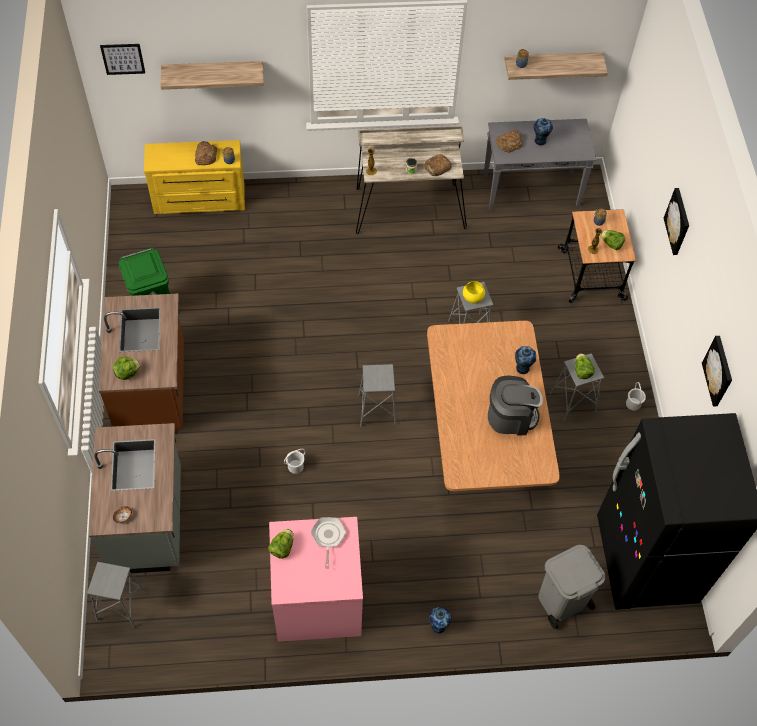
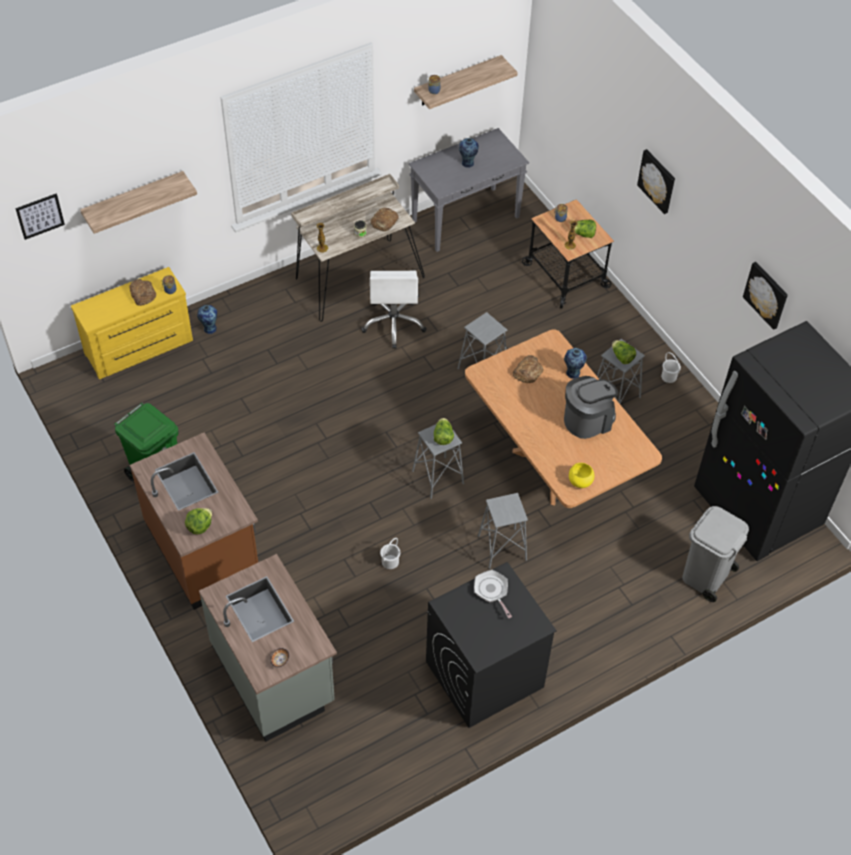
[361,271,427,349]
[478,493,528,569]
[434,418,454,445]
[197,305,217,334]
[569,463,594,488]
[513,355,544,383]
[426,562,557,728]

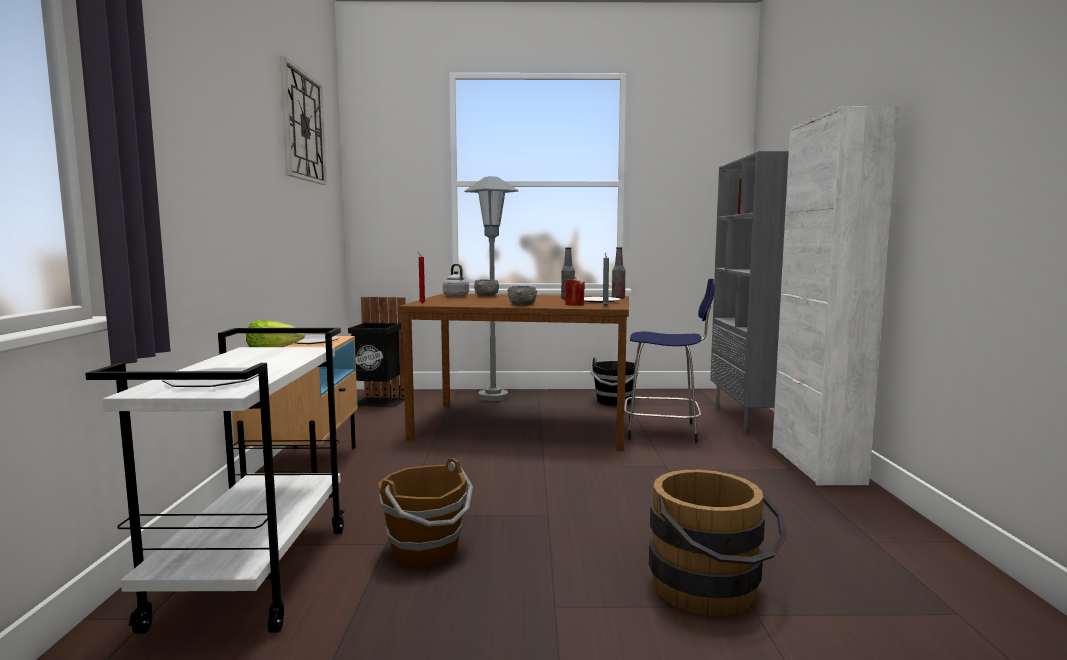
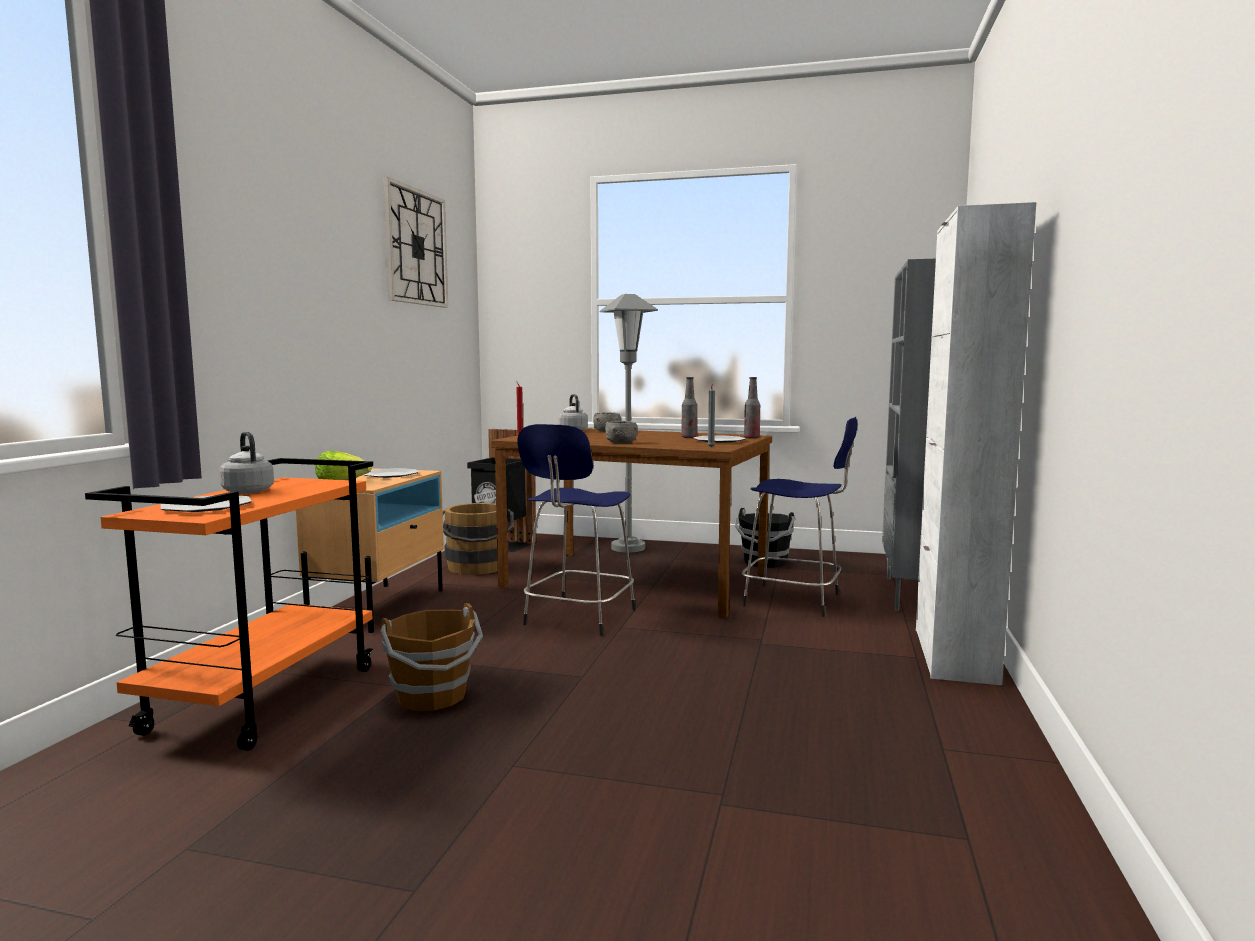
[565,277,585,306] (first image)
[220,432,274,494]
[517,424,636,636]
[443,503,514,575]
[85,458,373,751]

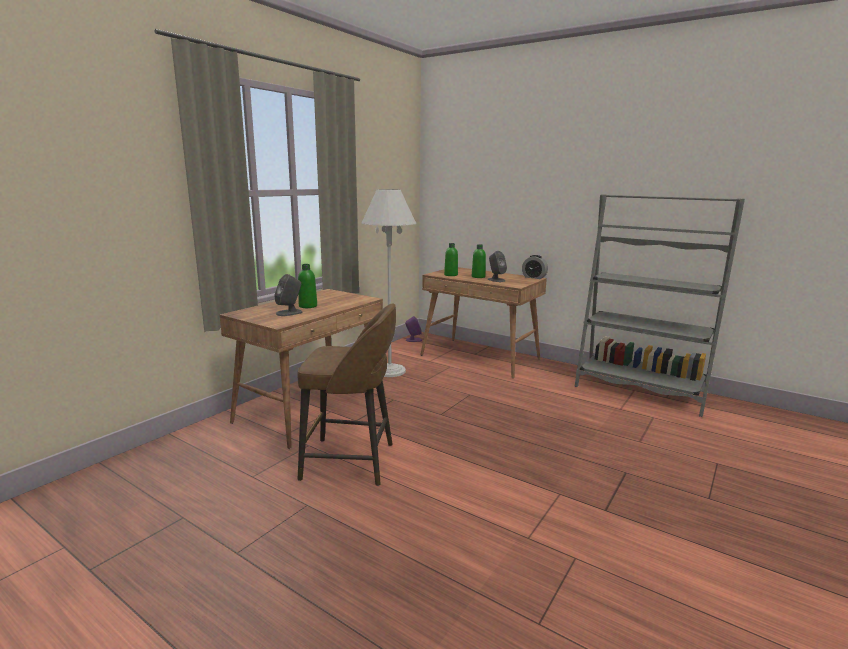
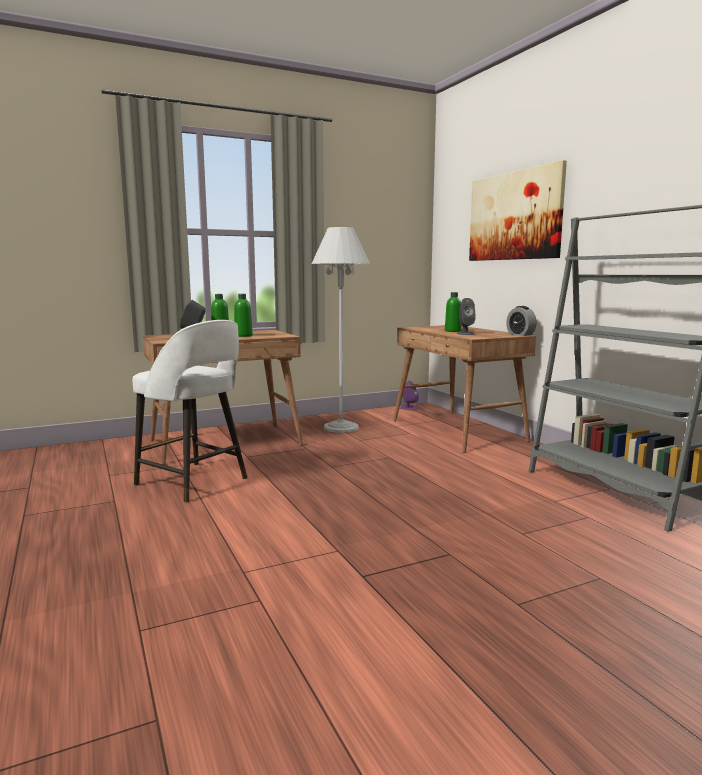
[469,160,567,261]
[234,294,253,337]
[133,320,247,503]

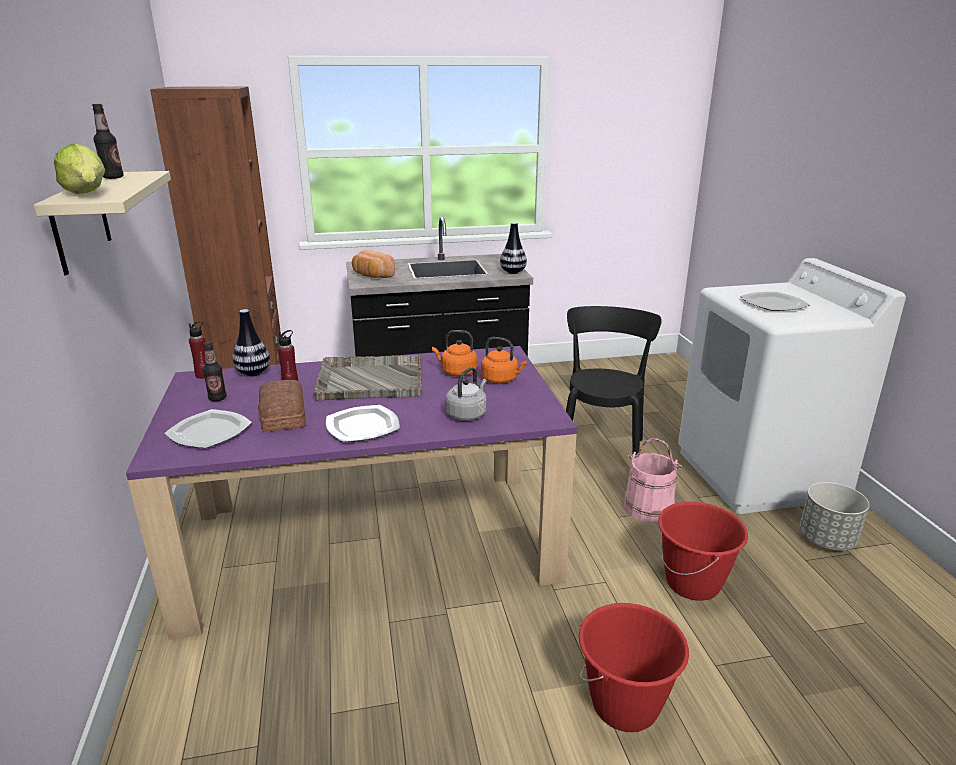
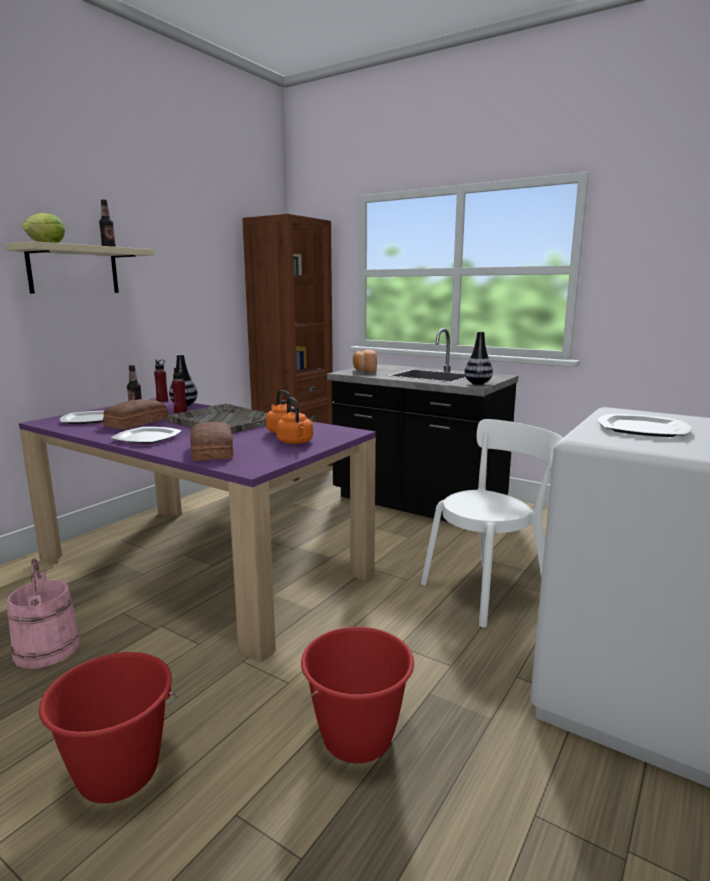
[799,482,869,551] (first image)
[7,558,80,669]
[190,422,234,461]
[421,419,563,628]

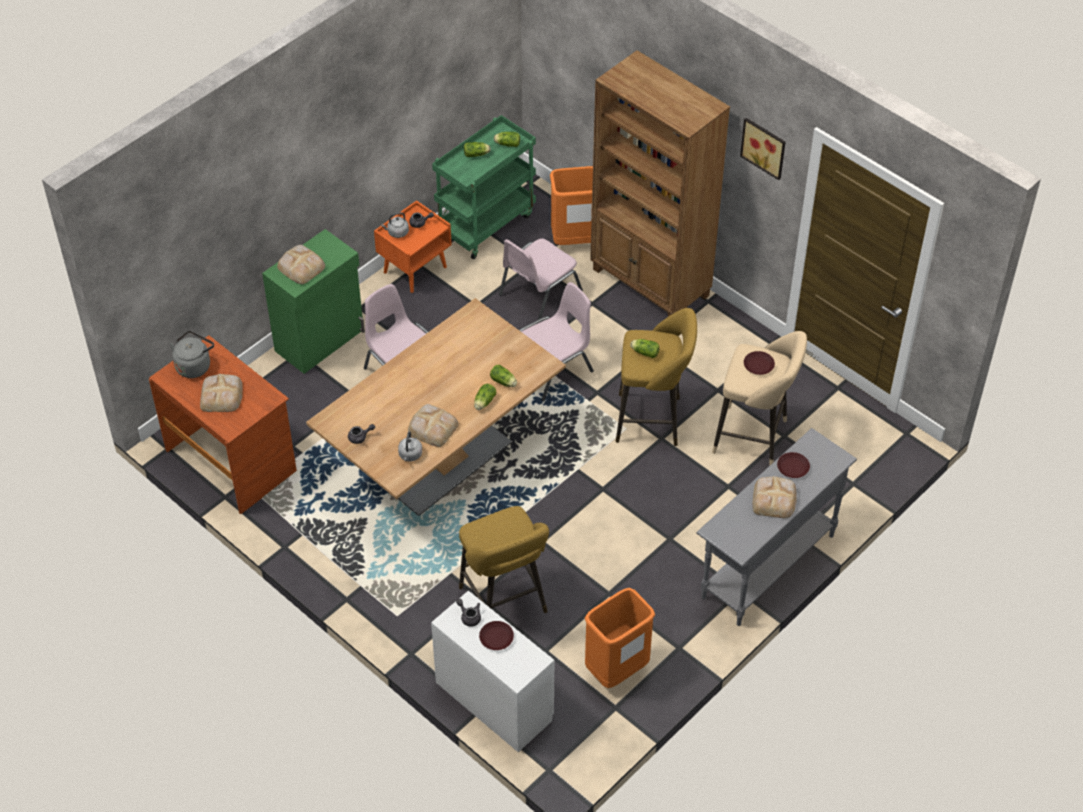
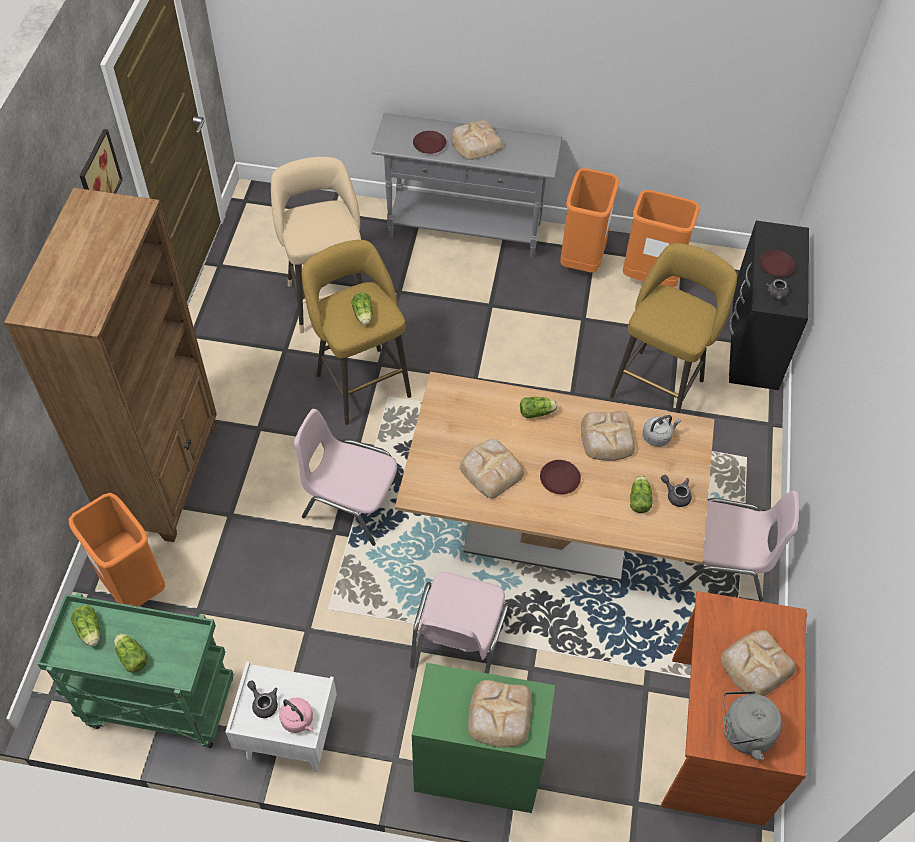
[460,439,524,499]
[560,168,619,272]
[630,476,653,513]
[678,490,799,601]
[540,460,581,495]
[225,662,337,772]
[279,698,313,733]
[729,221,809,390]

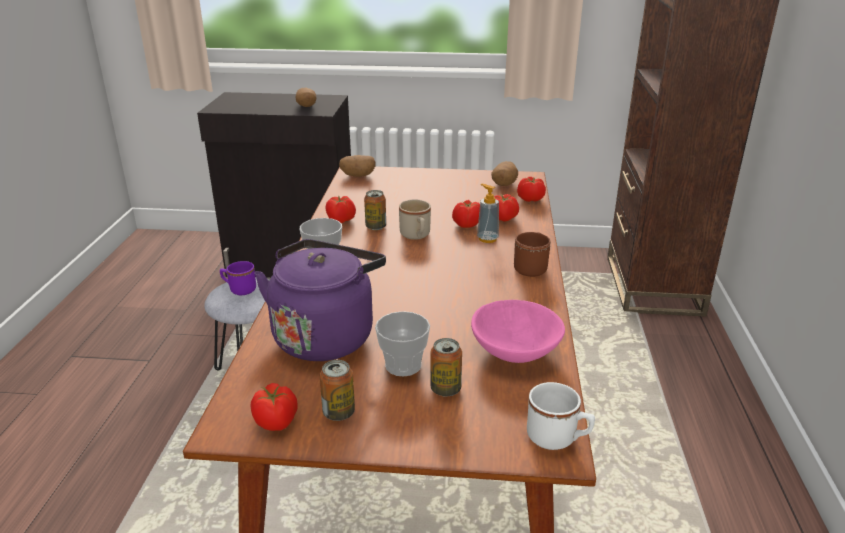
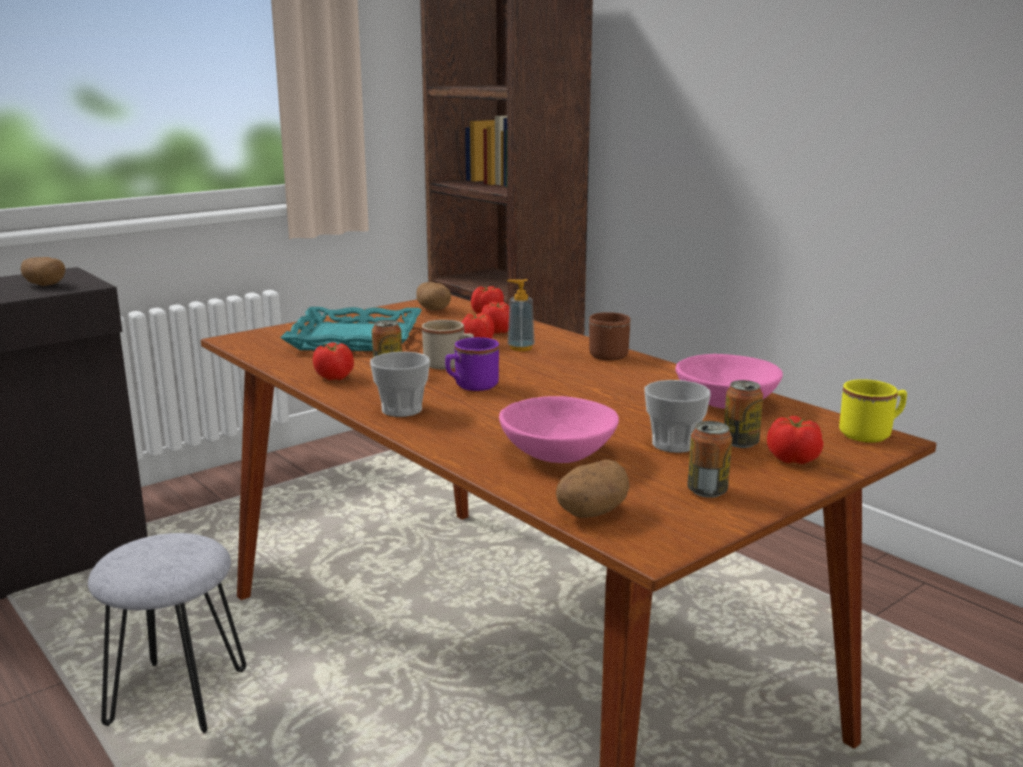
[280,307,422,351]
[445,337,499,391]
[767,416,824,464]
[556,460,629,518]
[499,396,619,463]
[839,379,907,443]

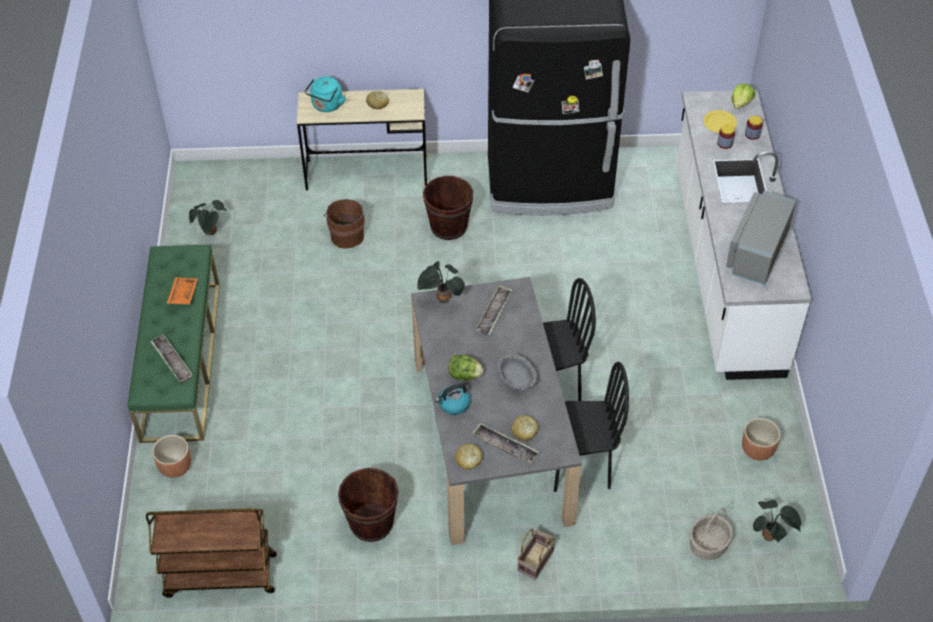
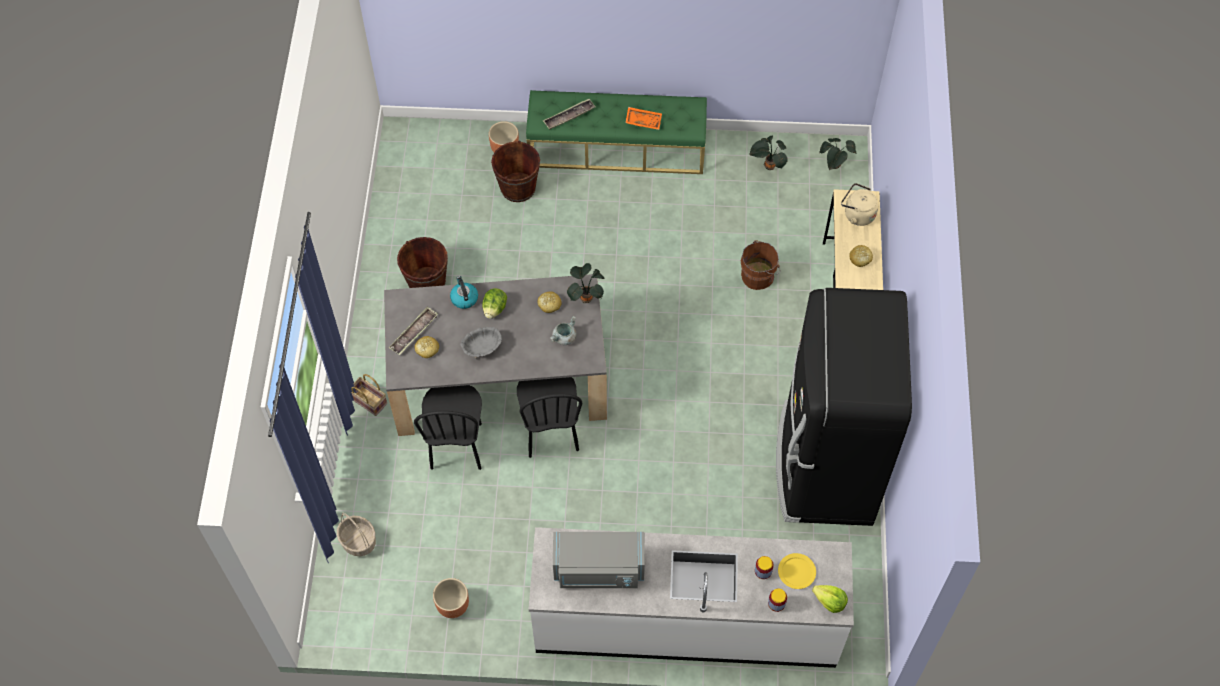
[146,508,277,598] (first image)
[491,140,540,202]
[537,292,562,313]
[819,138,856,171]
[550,316,576,345]
[841,183,879,226]
[553,532,645,588]

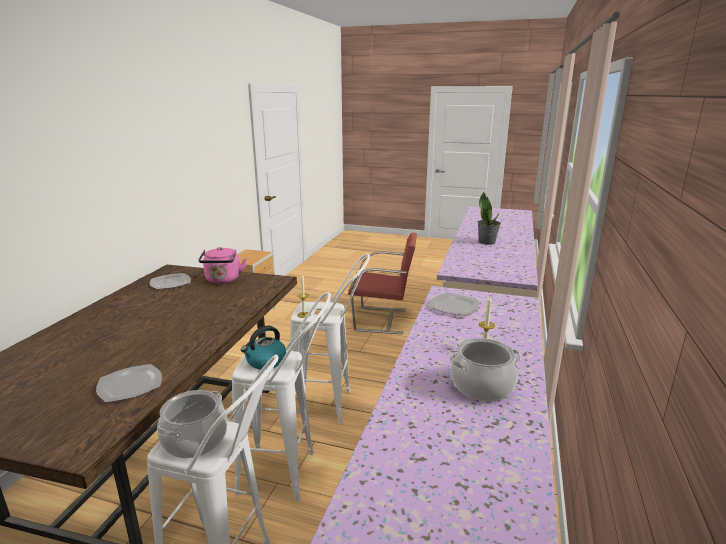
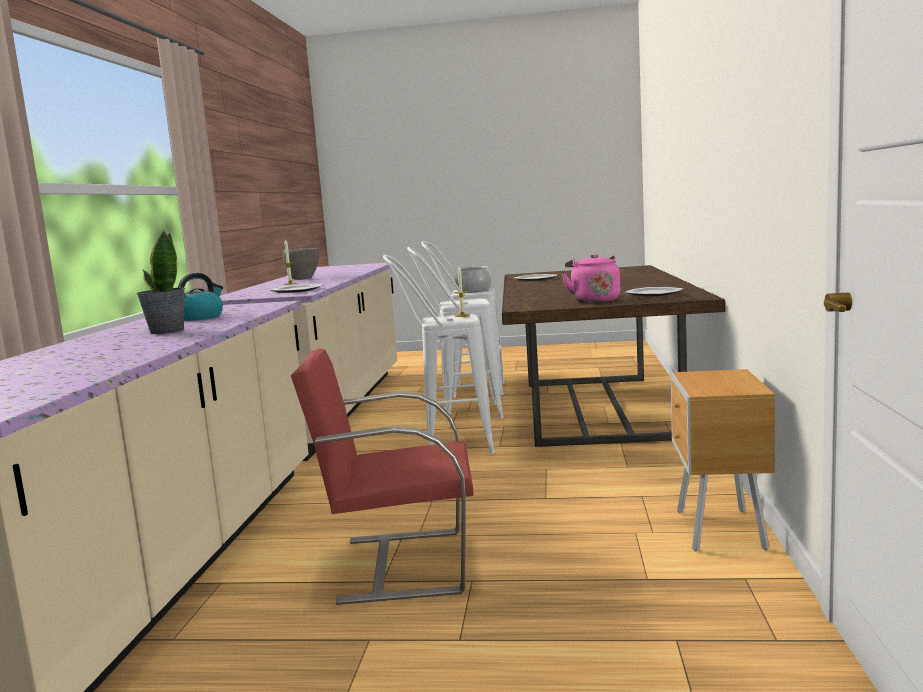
[178,273,223,321]
[283,248,319,280]

